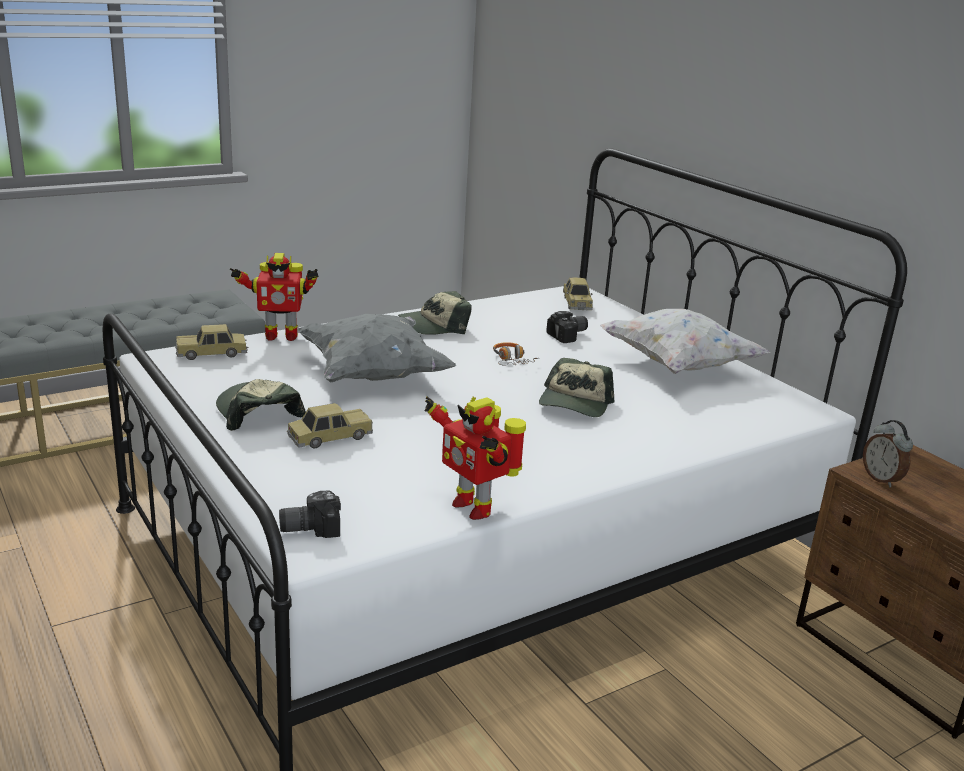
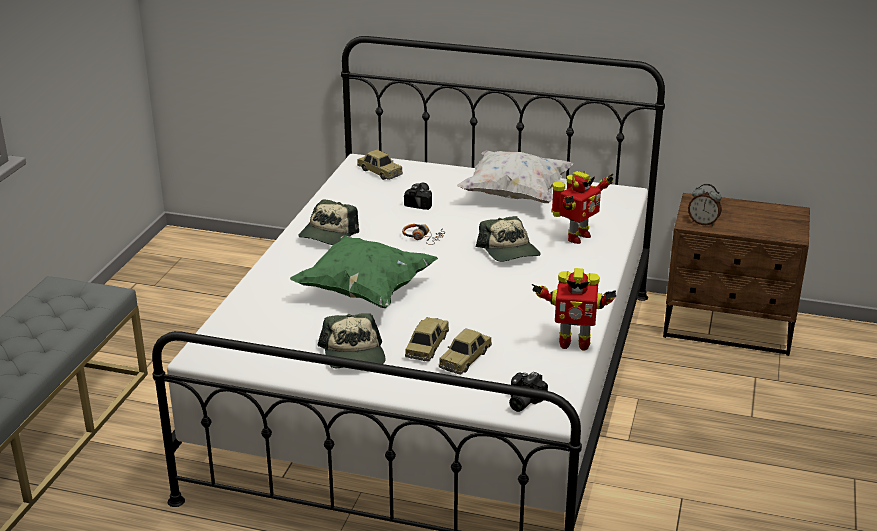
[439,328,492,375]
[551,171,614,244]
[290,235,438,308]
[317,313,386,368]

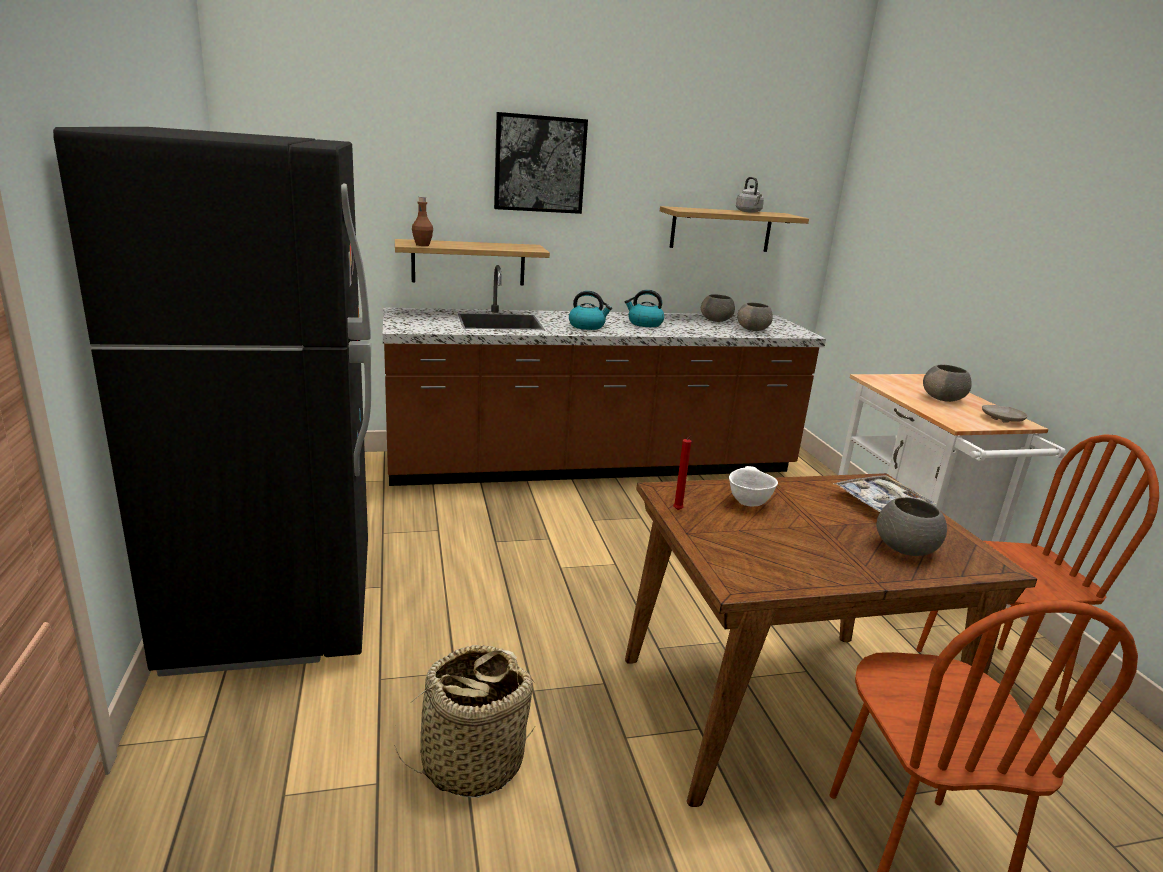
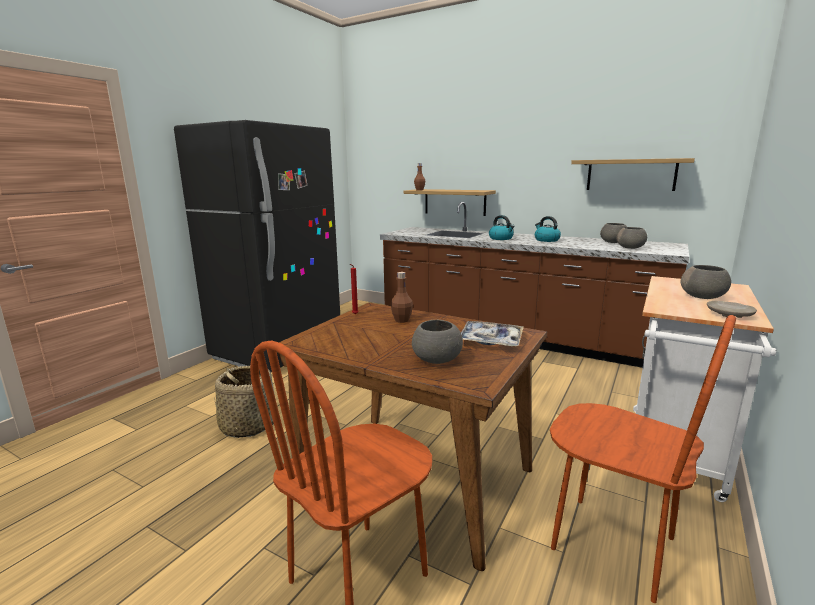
[494,112,588,214] (first image)
[736,177,764,213] (first image)
[390,272,413,323]

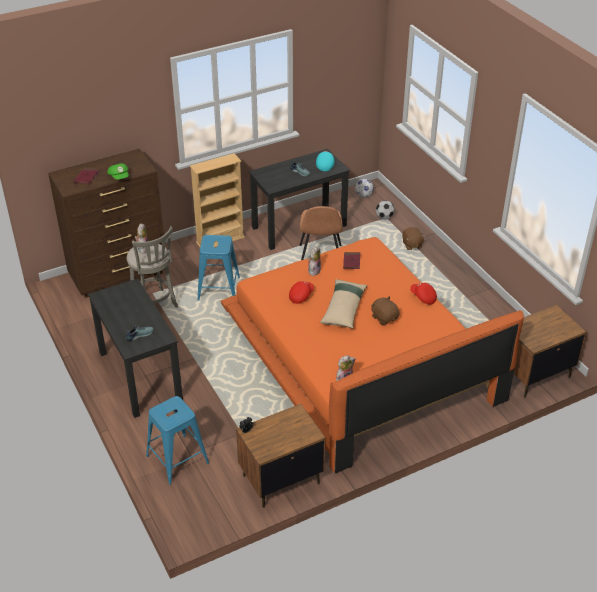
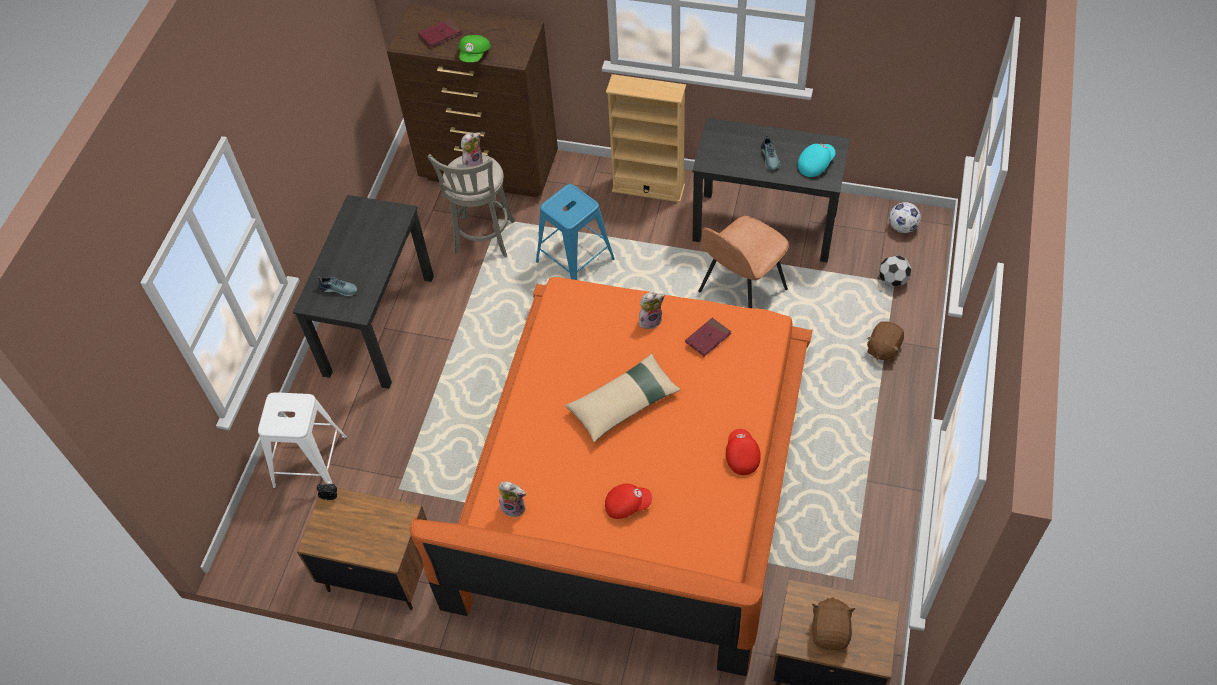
[605,484,652,519]
[812,597,855,651]
[258,392,347,488]

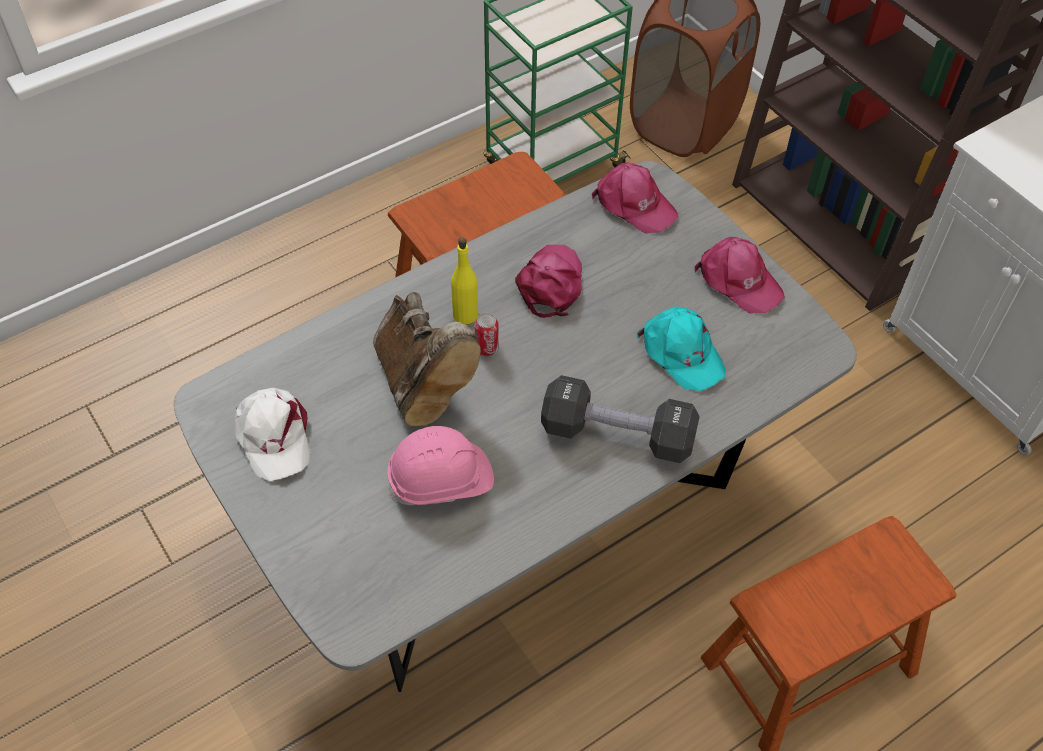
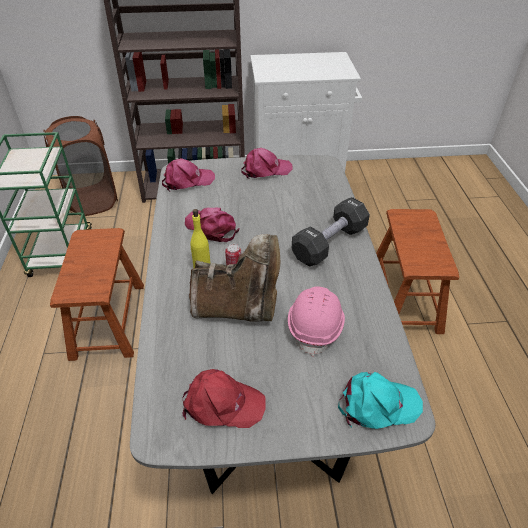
[338,372,423,429]
[182,369,265,428]

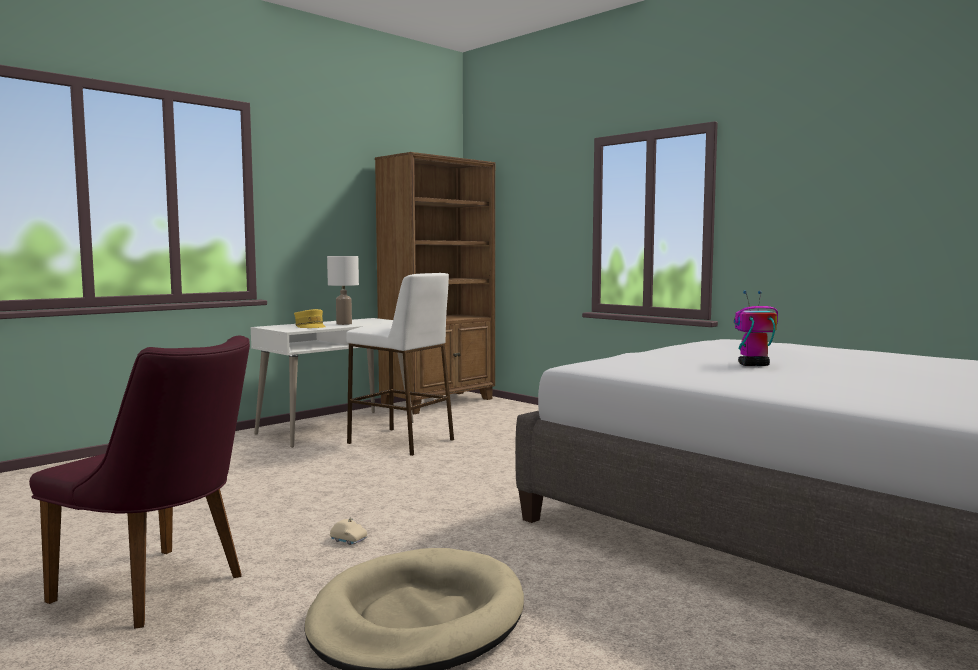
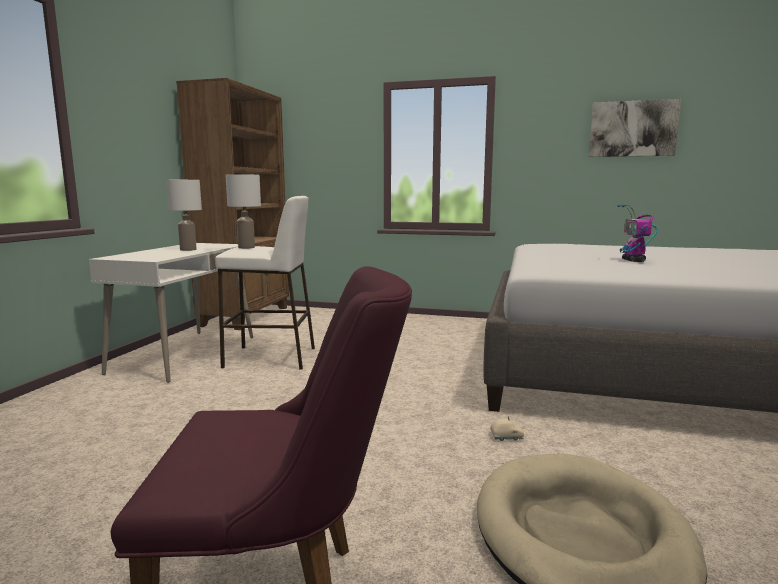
[294,309,326,328] (first image)
[226,174,261,249]
[589,99,681,157]
[490,416,524,441]
[617,204,657,262]

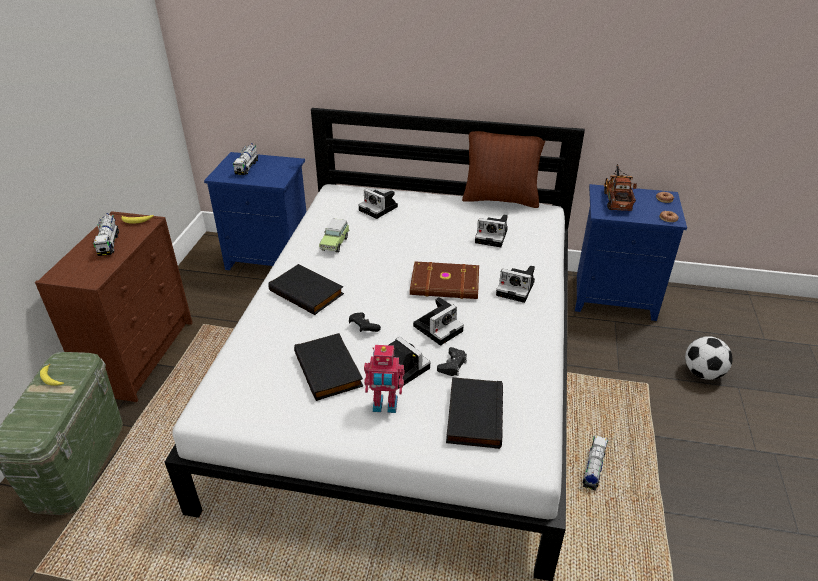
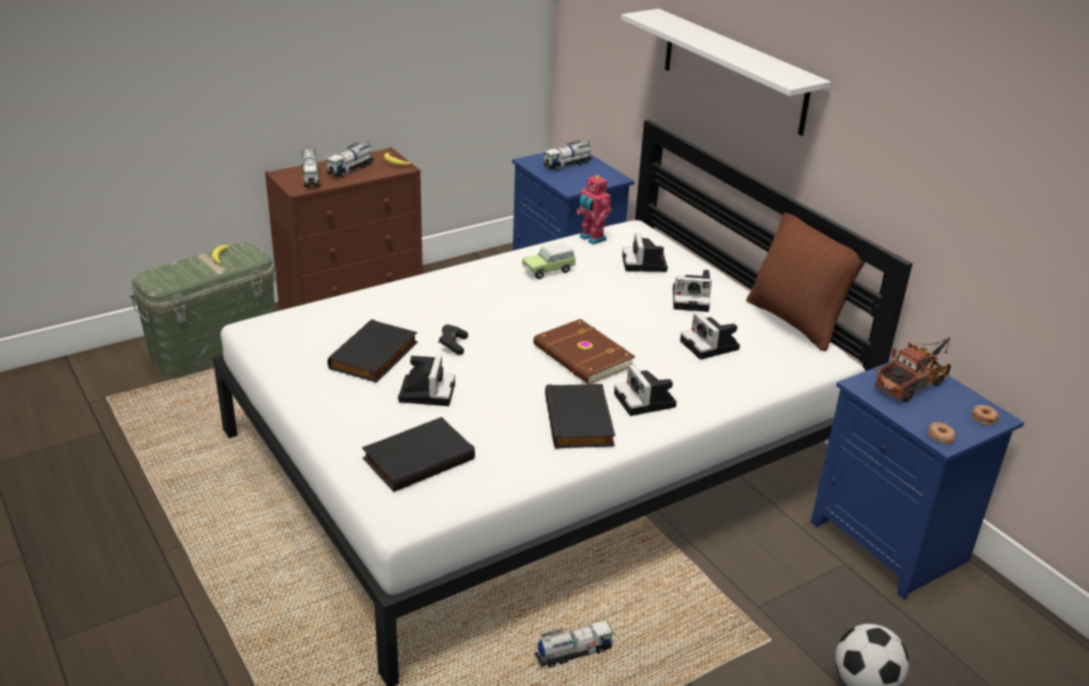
[437,347,467,376] (first image)
[302,147,320,187]
[621,9,831,136]
[545,384,615,449]
[576,174,611,245]
[673,270,712,312]

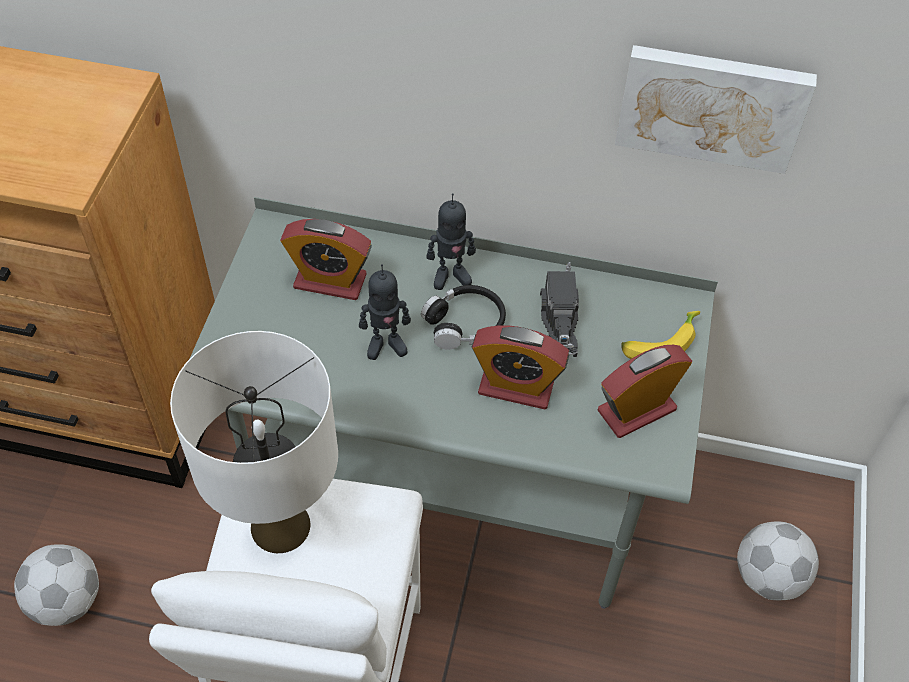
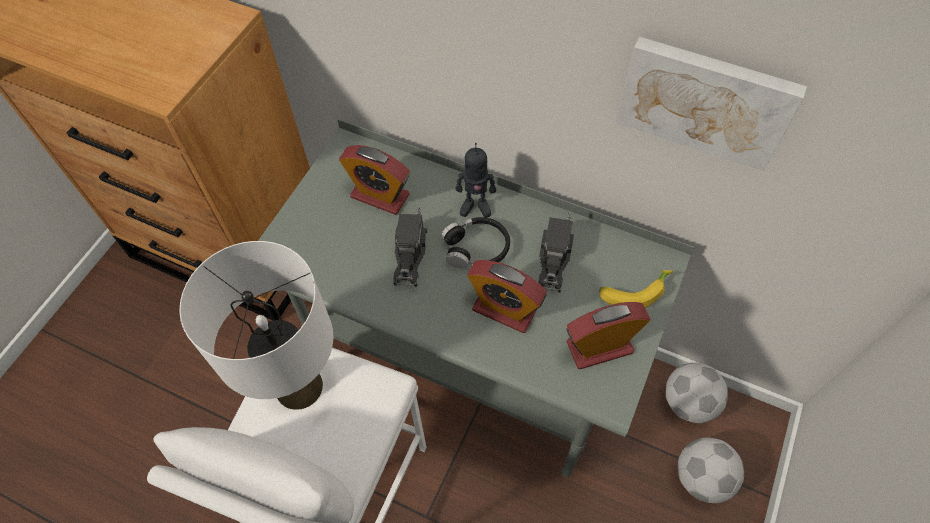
[666,362,728,423]
[393,206,427,287]

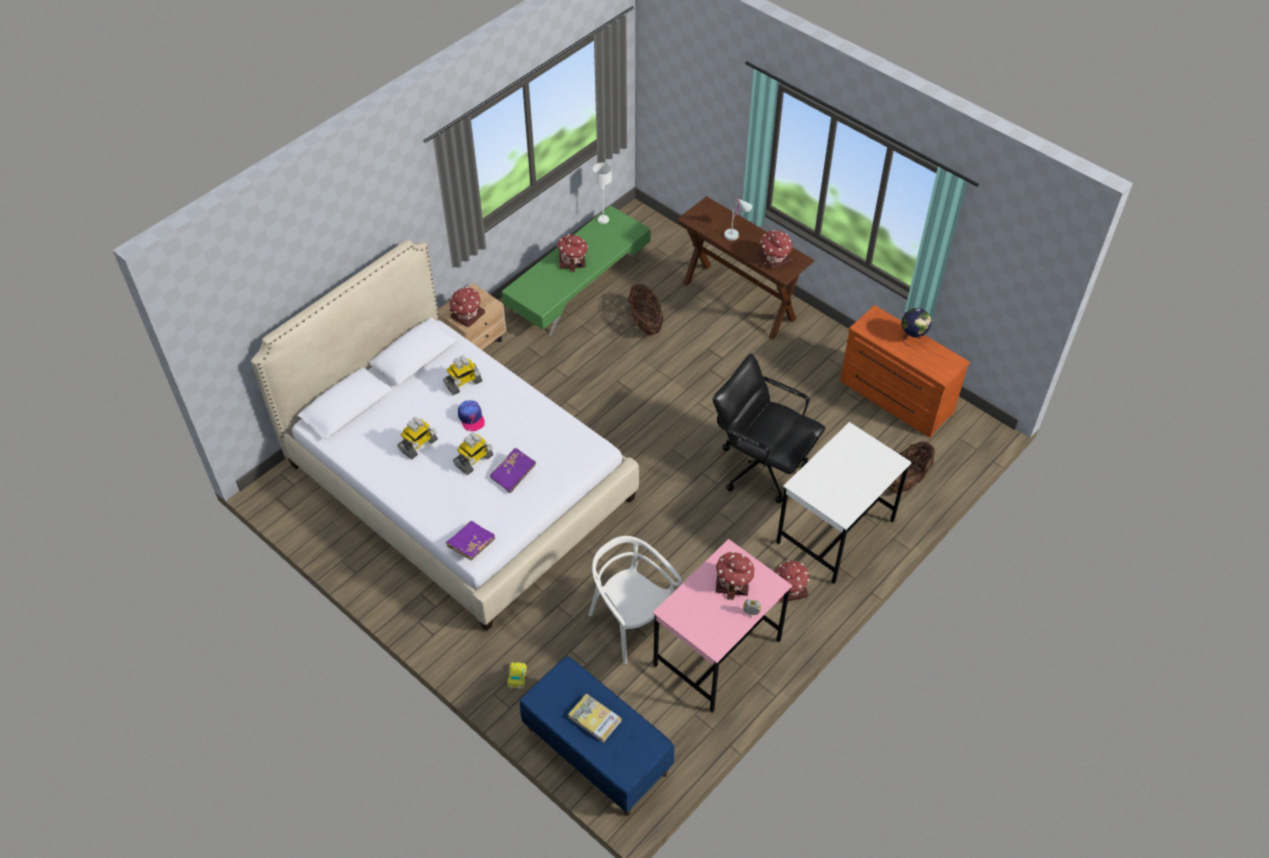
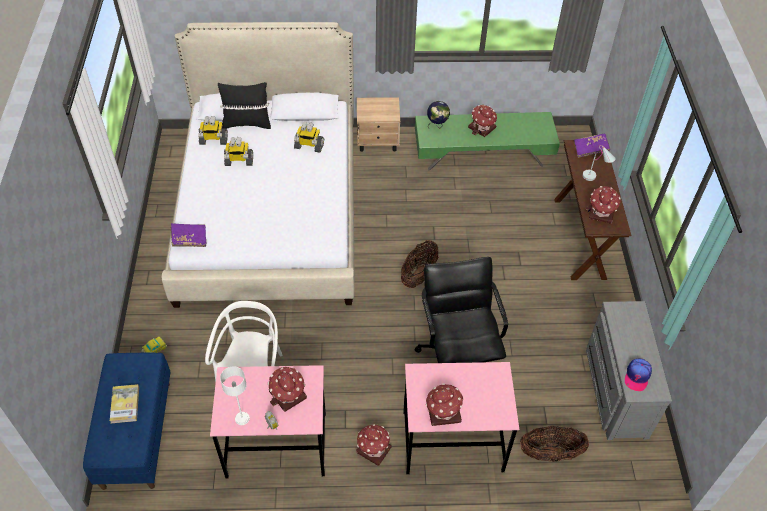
[218,82,271,129]
[426,383,464,426]
[198,116,228,145]
[625,359,652,391]
[574,133,610,158]
[220,366,250,425]
[401,240,439,288]
[427,101,450,128]
[403,362,519,474]
[586,301,672,440]

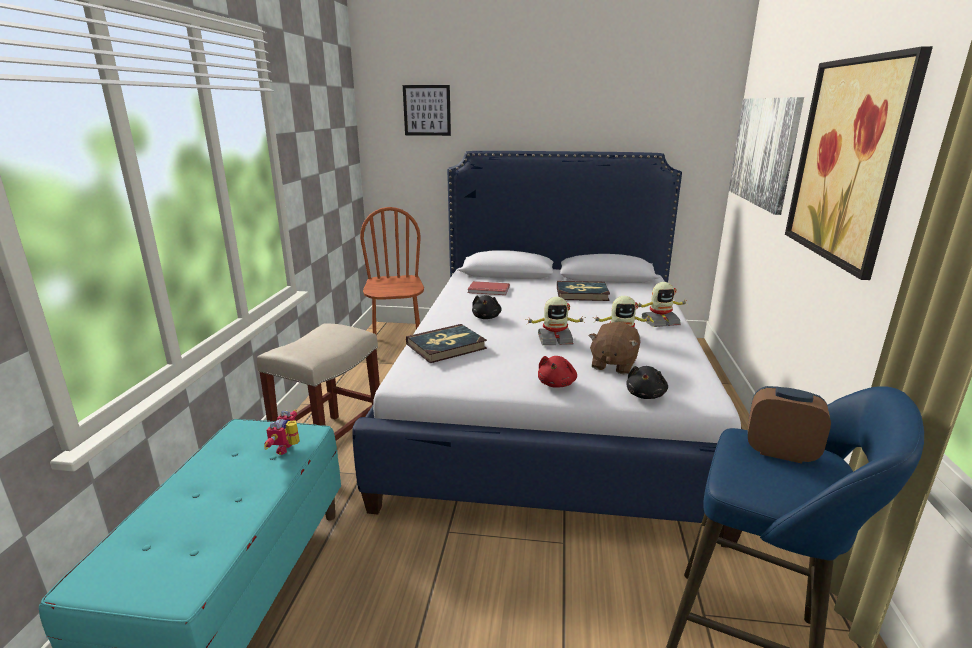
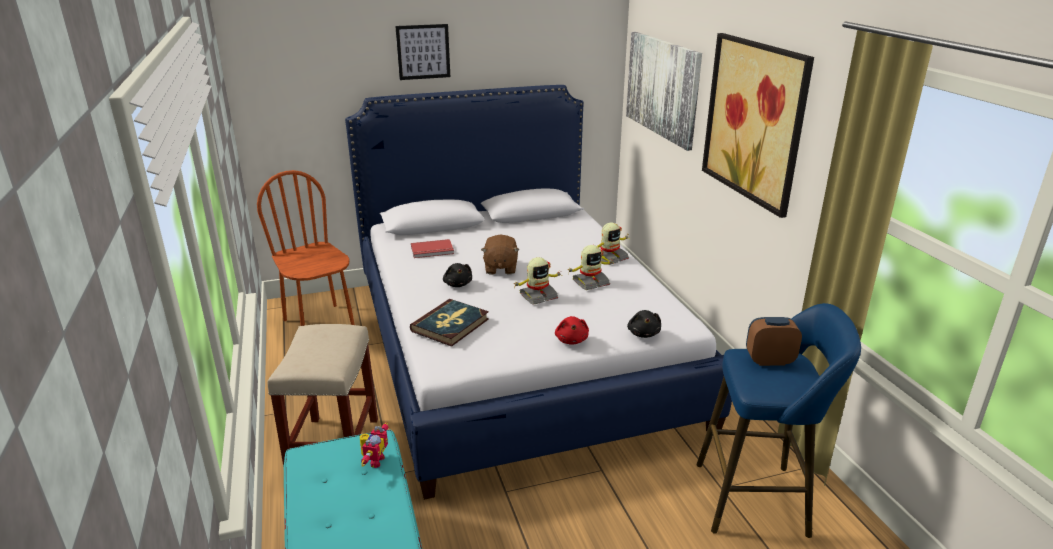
[557,281,610,301] (first image)
[395,24,450,80]
[481,234,519,274]
[360,422,388,468]

